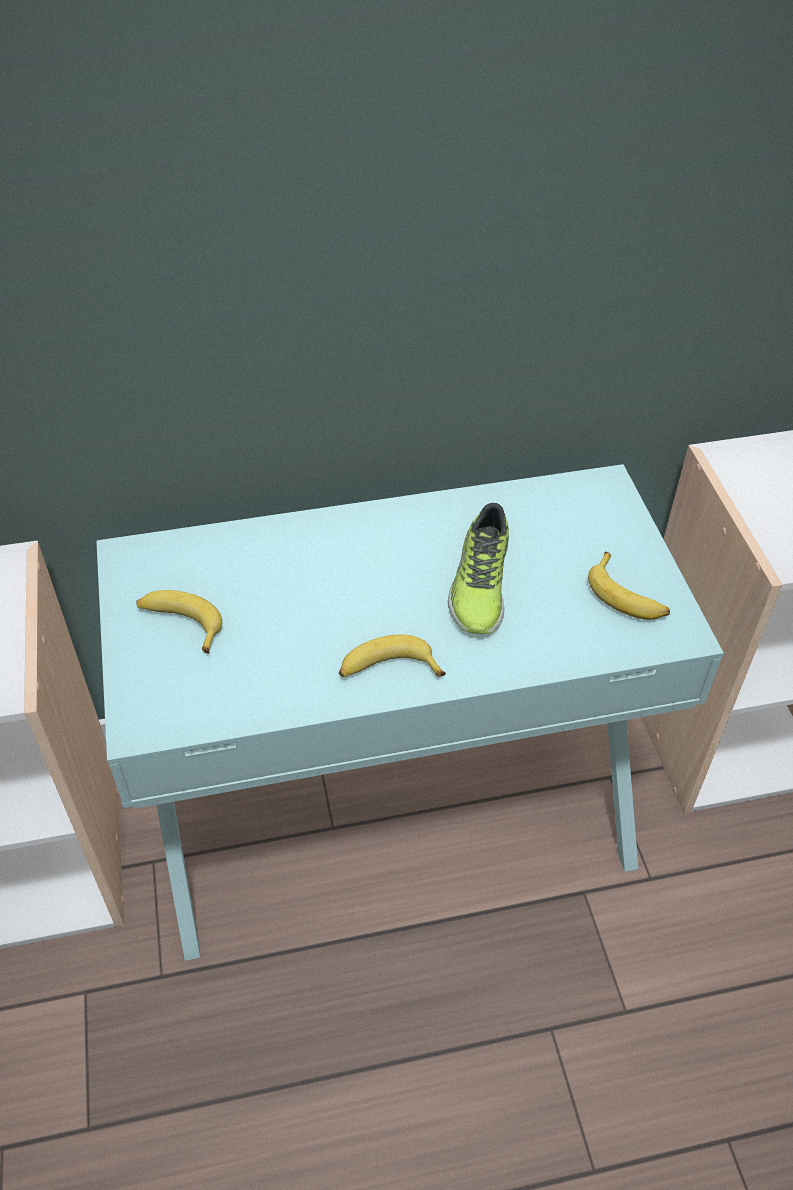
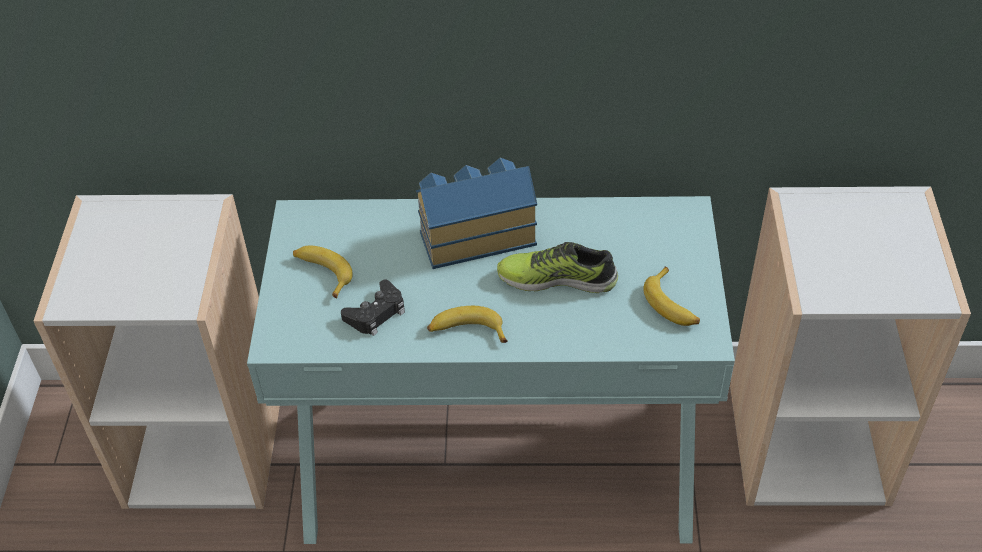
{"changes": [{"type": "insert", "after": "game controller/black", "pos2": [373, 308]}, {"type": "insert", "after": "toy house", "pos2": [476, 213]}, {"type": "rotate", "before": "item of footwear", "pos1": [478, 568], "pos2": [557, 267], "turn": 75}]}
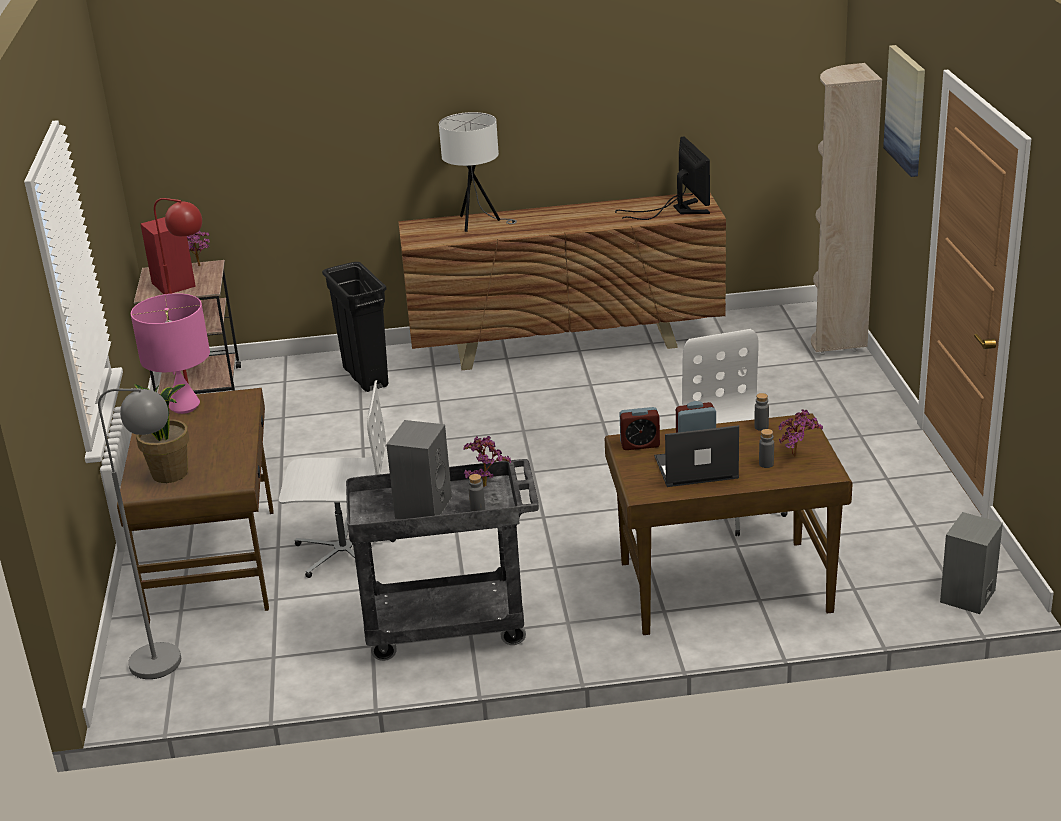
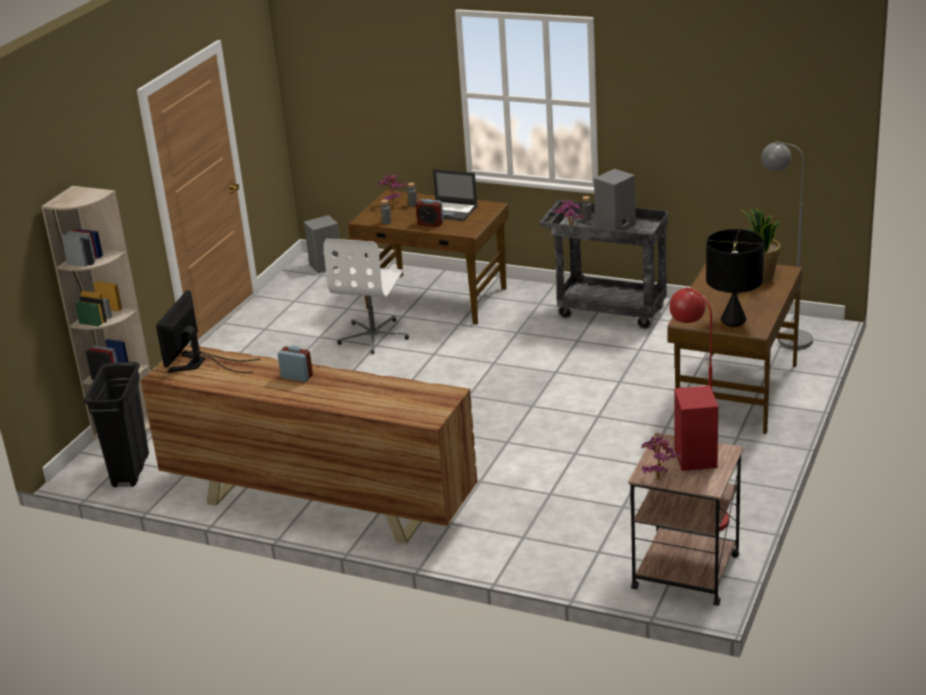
{"changes": [{"type": "move", "before": "rubbish bin/black", "pos1": [355, 327], "pos2": [116, 424]}, {"type": "move", "before": "bedside clock", "pos1": [639, 428], "pos2": [295, 364]}, {"type": "recolor", "before": "lamp for a table/pink", "after": "lamp for a table/black", "pos1": [170, 353], "pos2": [735, 278]}, {"type": "delete", "before": "computer chair/white", "pos1": [337, 479]}, {"type": "delete", "before": "lamp for a table/white", "pos1": [478, 172]}, {"type": "delete", "before": "wall picture", "pos1": [904, 111]}]}
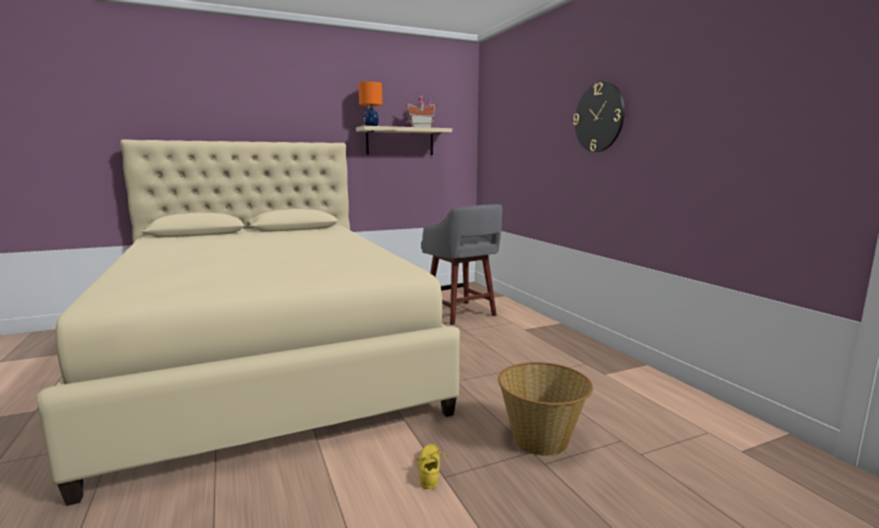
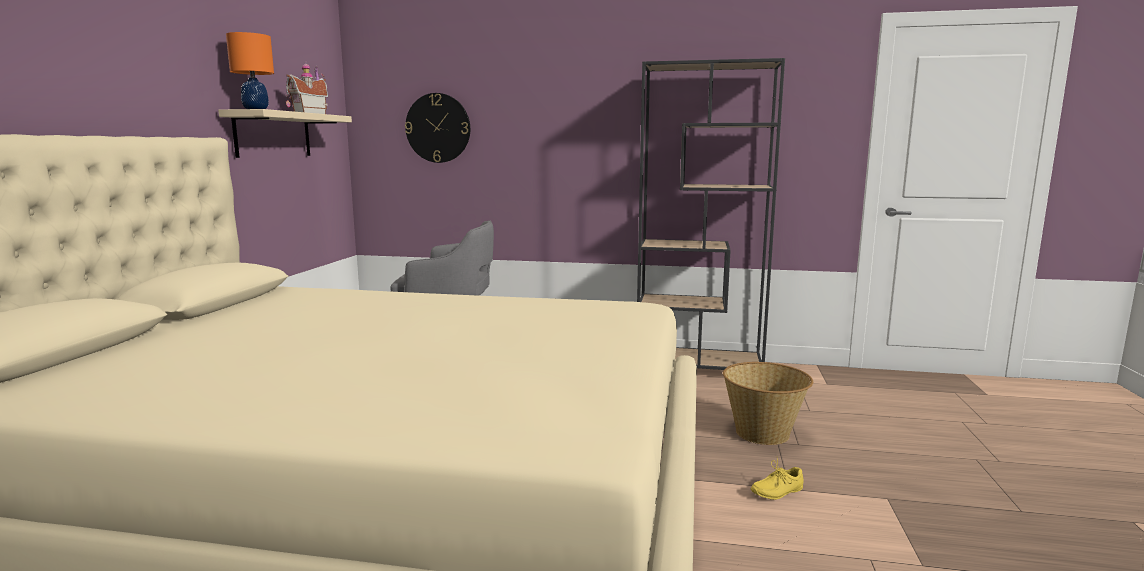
{"changes": [{"type": "move", "before": "wall clock", "pos1": [599, 117], "pos2": [437, 128]}, {"type": "insert", "after": "bookcase", "pos2": [711, 214]}, {"type": "rotate", "before": "item of footwear/yellow", "pos1": [432, 466], "pos2": [776, 479], "turn": -60}]}
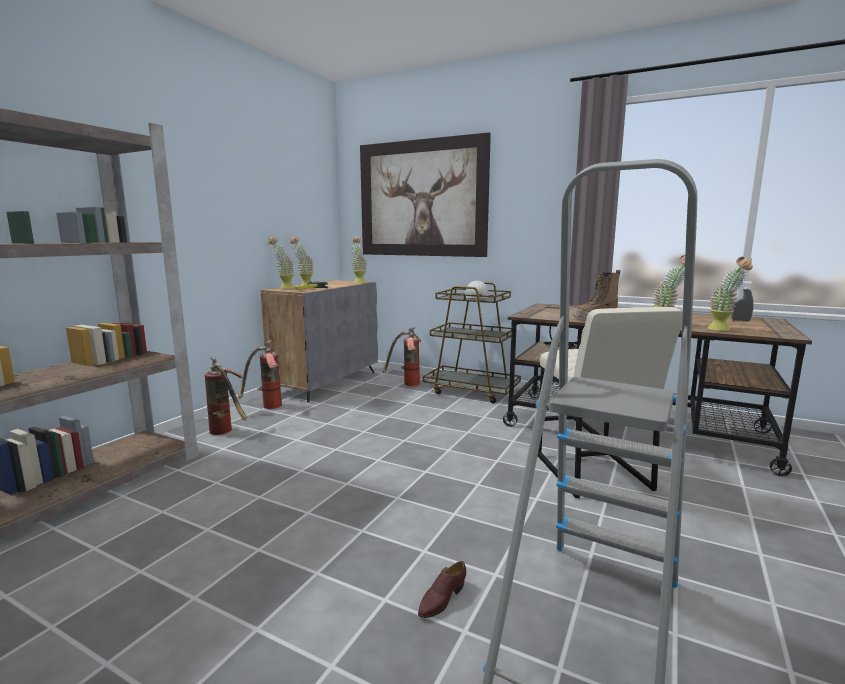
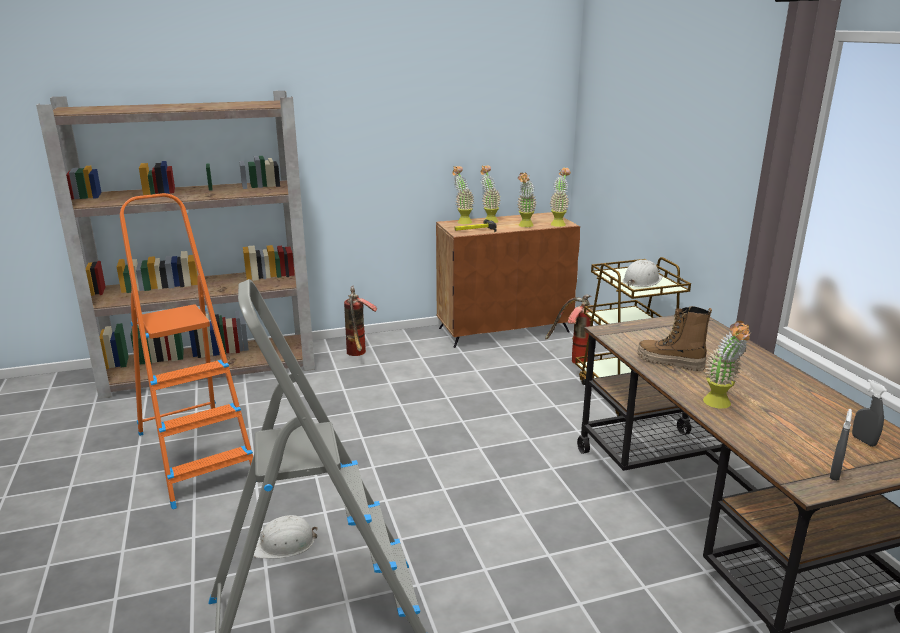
{"changes": [{"type": "insert", "after": "step ladder/orangey", "pos2": [188, 351]}, {"type": "replace", "before": "item of footwear/brown-coloured", "after": "safety helmet/white", "pos1": [442, 589], "pos2": [286, 537]}, {"type": "recolor", "before": "storage cabinet/grey", "after": "storage cabinet/brown-coloured", "pos1": [319, 341], "pos2": [508, 280]}, {"type": "move", "before": "houseplant", "pos1": [730, 294], "pos2": [527, 199]}, {"type": "insert", "after": "hand sprayer/grey", "pos2": [841, 445]}, {"type": "delete", "before": "extinguisher", "pos1": [260, 375]}, {"type": "delete", "before": "wall picture", "pos1": [425, 194]}, {"type": "delete", "before": "chair/beige", "pos1": [610, 402]}]}
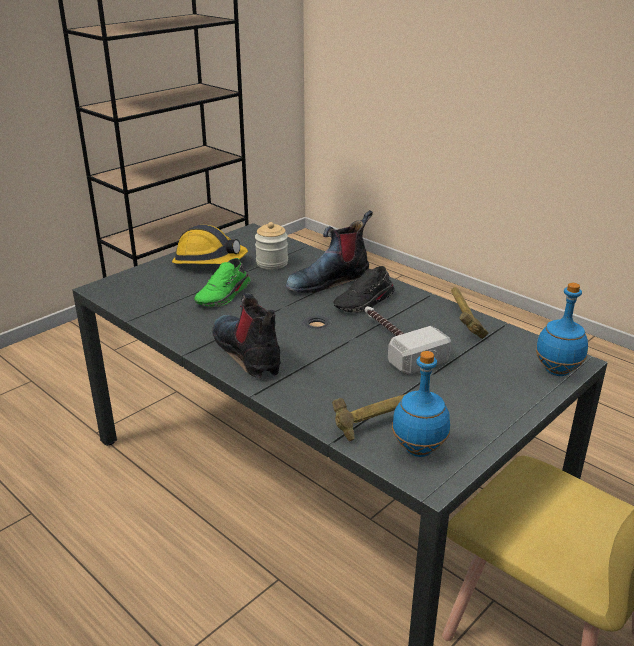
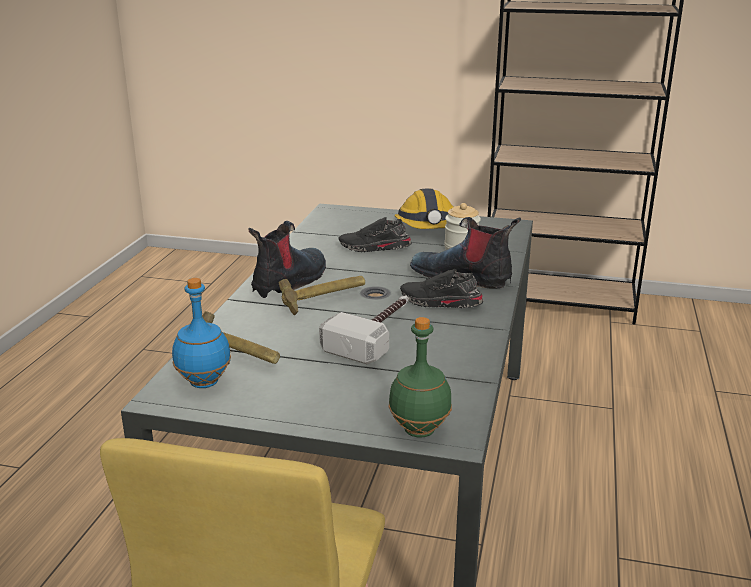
{"changes": [{"type": "move", "before": "tool hammer", "pos1": [470, 313], "pos2": [322, 295]}, {"type": "recolor", "before": "item of footwear/green-coloured", "after": "item of footwear/black", "pos1": [222, 282], "pos2": [375, 234]}, {"type": "recolor", "before": "beverage bottle/blue-coloured", "after": "beverage bottle/green-coloured", "pos1": [562, 329], "pos2": [420, 377]}]}
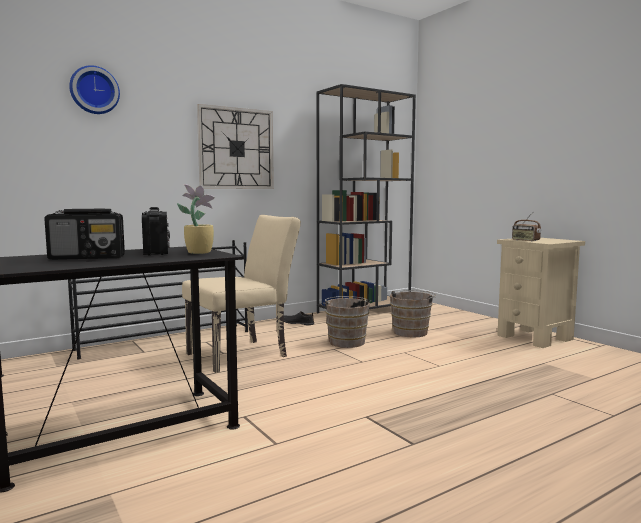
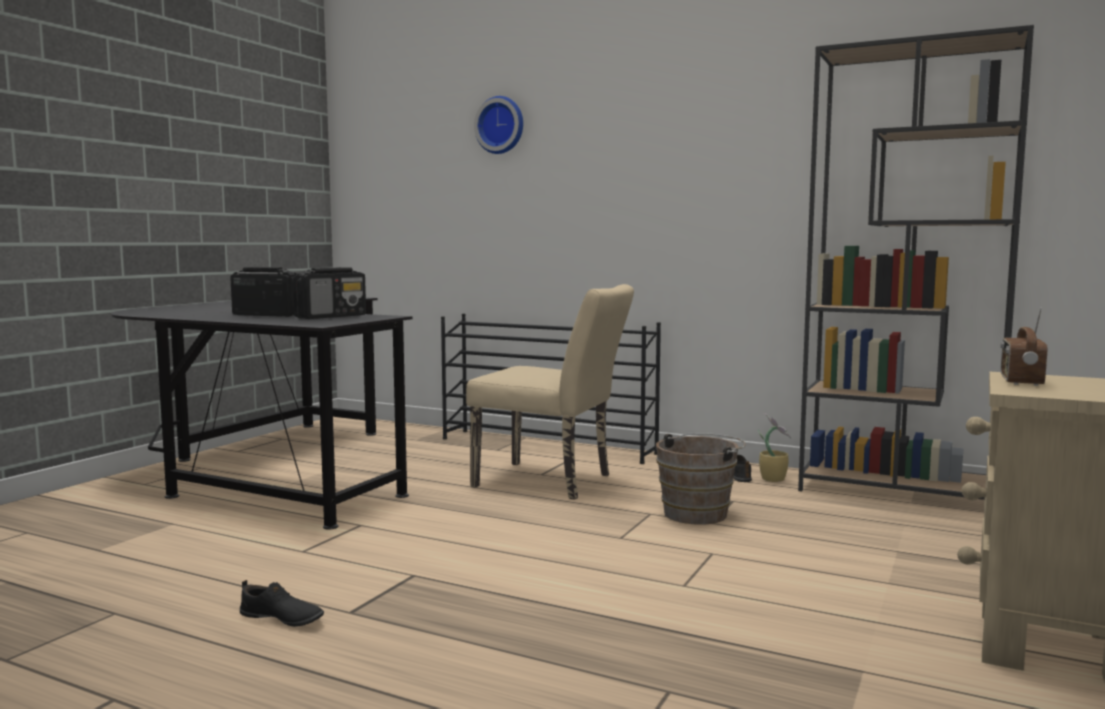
{"changes": [{"type": "rotate", "before": "radio", "pos1": [84, 234], "pos2": [264, 292], "turn": 150}, {"type": "insert", "after": "item of footwear/black", "pos2": [282, 603]}, {"type": "move", "before": "houseplant", "pos1": [196, 219], "pos2": [774, 447]}, {"type": "delete", "before": "wall clock", "pos1": [235, 146]}, {"type": "delete", "before": "bucket/brown-coloured", "pos1": [413, 313]}]}
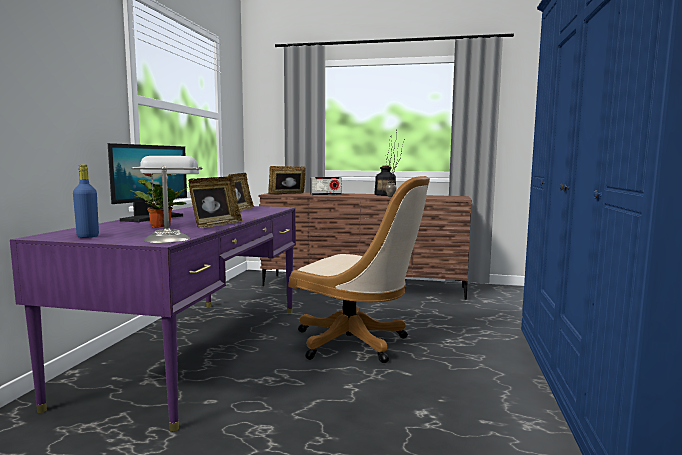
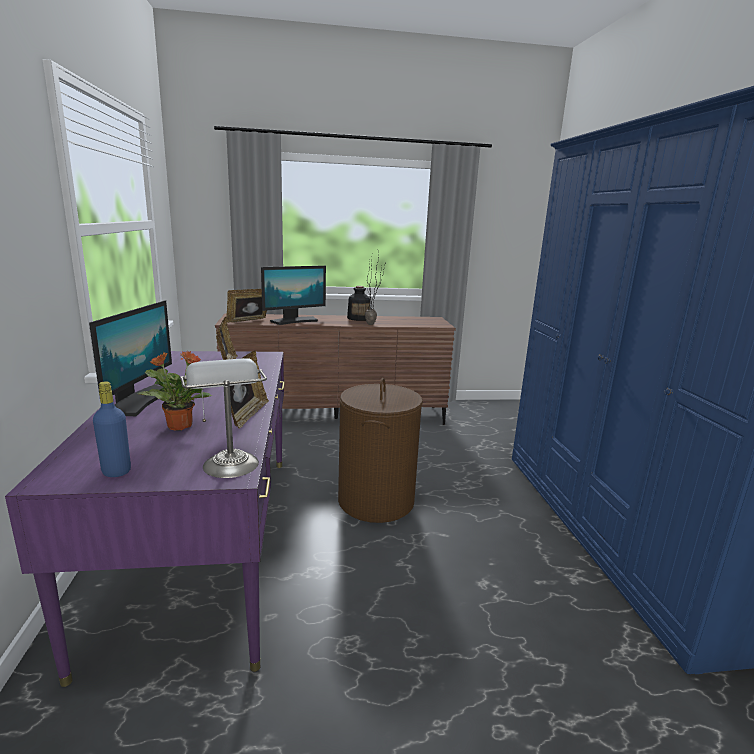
{"changes": [{"type": "replace", "before": "radio", "after": "monitor", "pos1": [326, 186], "pos2": [293, 295]}, {"type": "replace", "before": "computer chair", "after": "laundry basket/brown-coloured", "pos1": [359, 269], "pos2": [380, 450]}]}
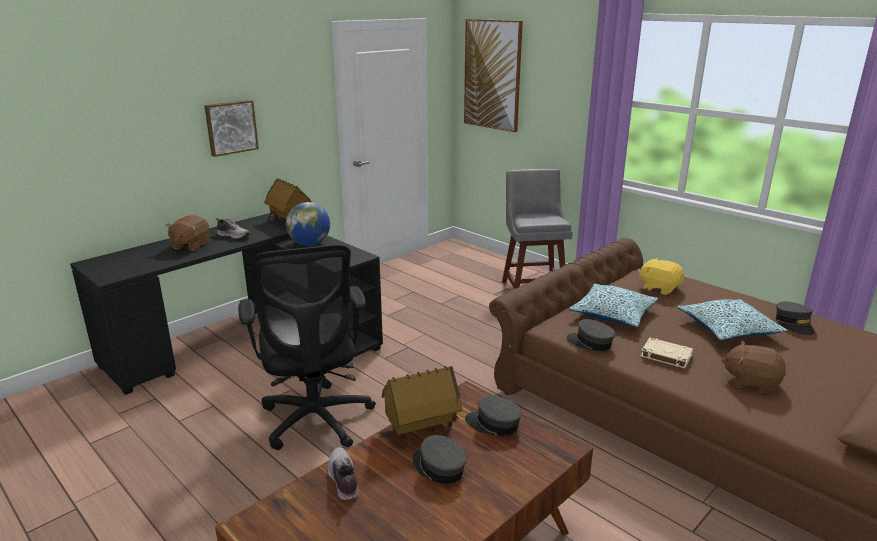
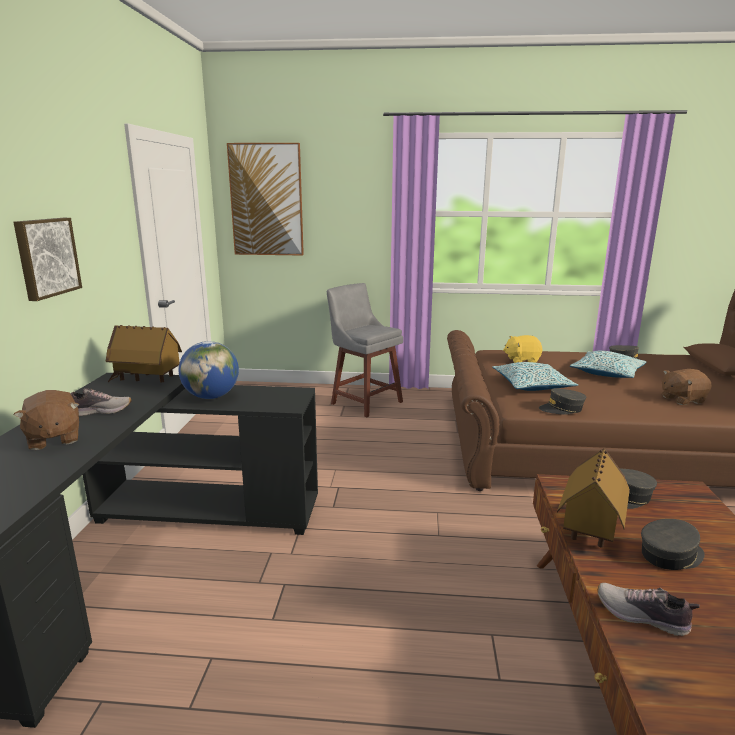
{"changes": [{"type": "rotate", "before": "peaked cap/grey", "pos1": [440, 459], "pos2": [673, 544], "turn": 150}, {"type": "delete", "before": "computer chair/black", "pos1": [307, 347]}, {"type": "delete", "before": "book/beige", "pos1": [667, 352]}]}
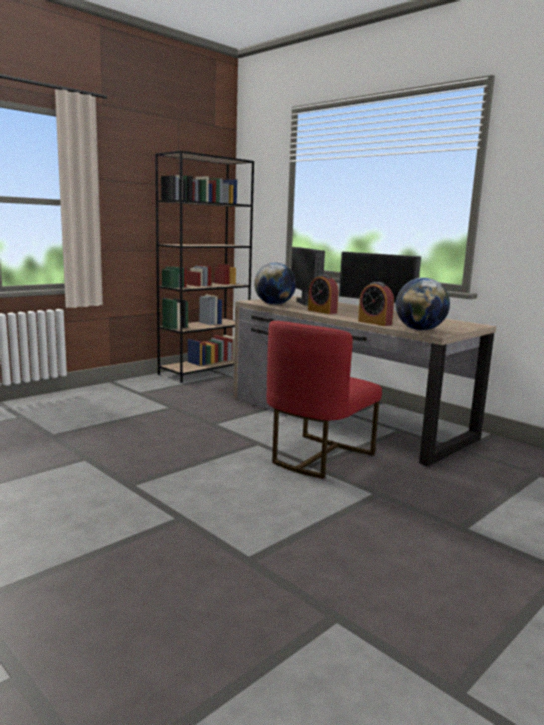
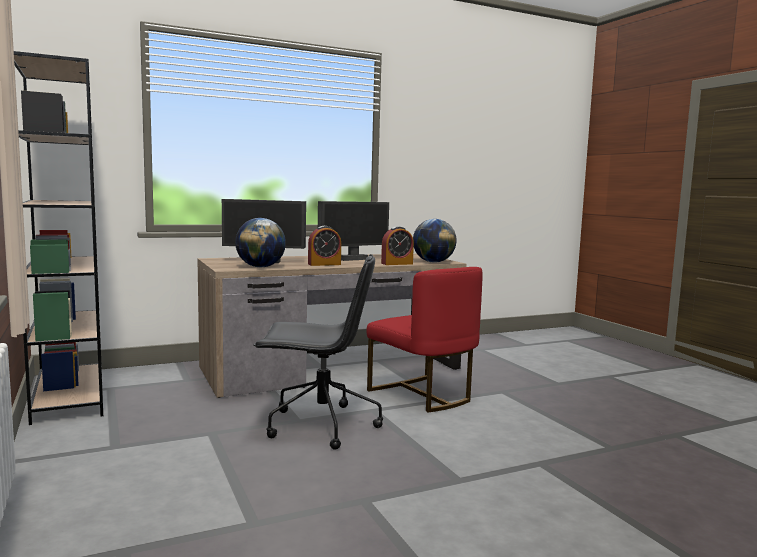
{"changes": [{"type": "insert", "after": "computer chair/black", "pos2": [318, 352]}]}
